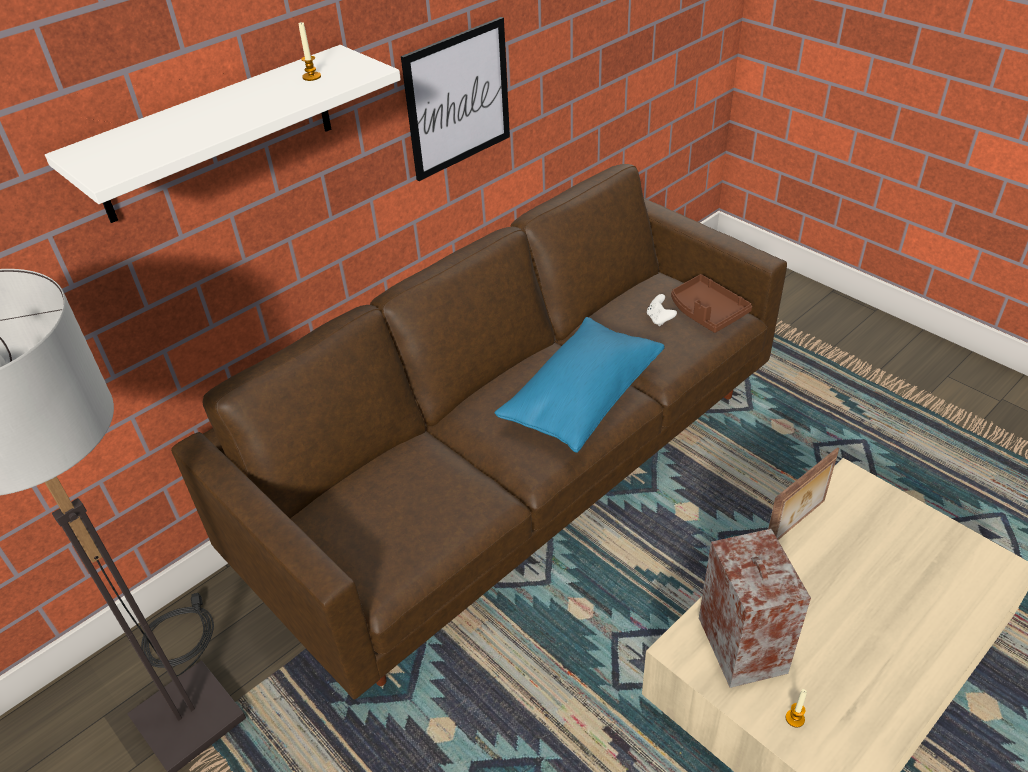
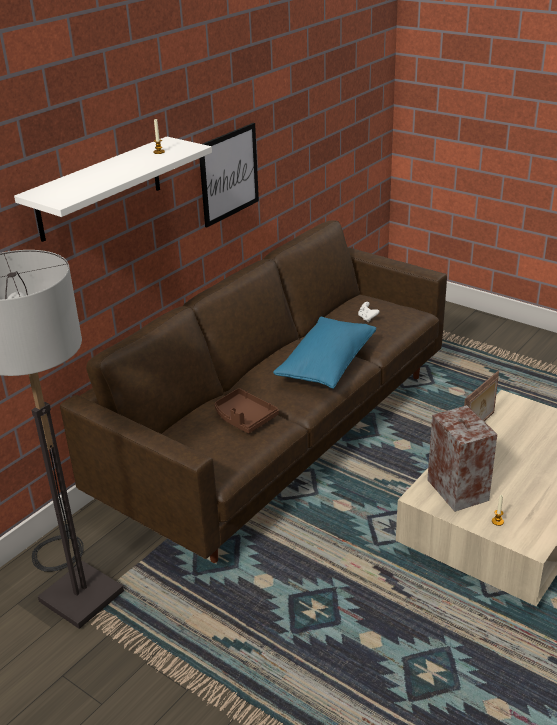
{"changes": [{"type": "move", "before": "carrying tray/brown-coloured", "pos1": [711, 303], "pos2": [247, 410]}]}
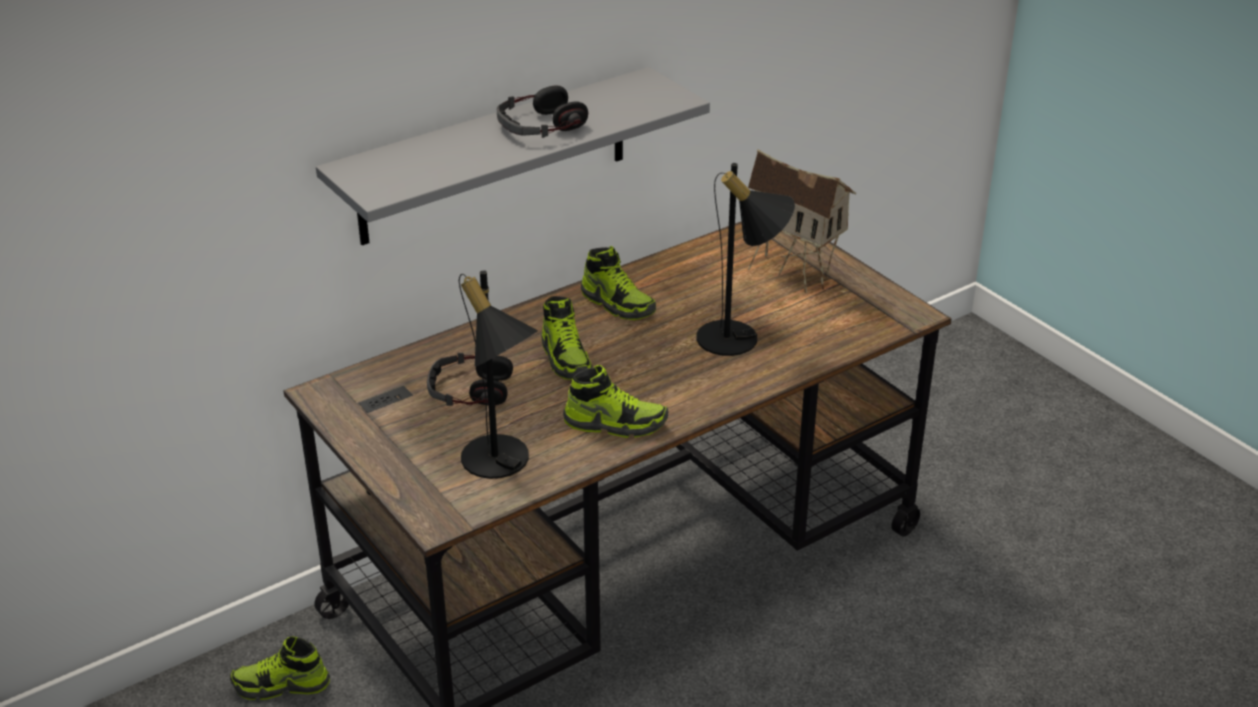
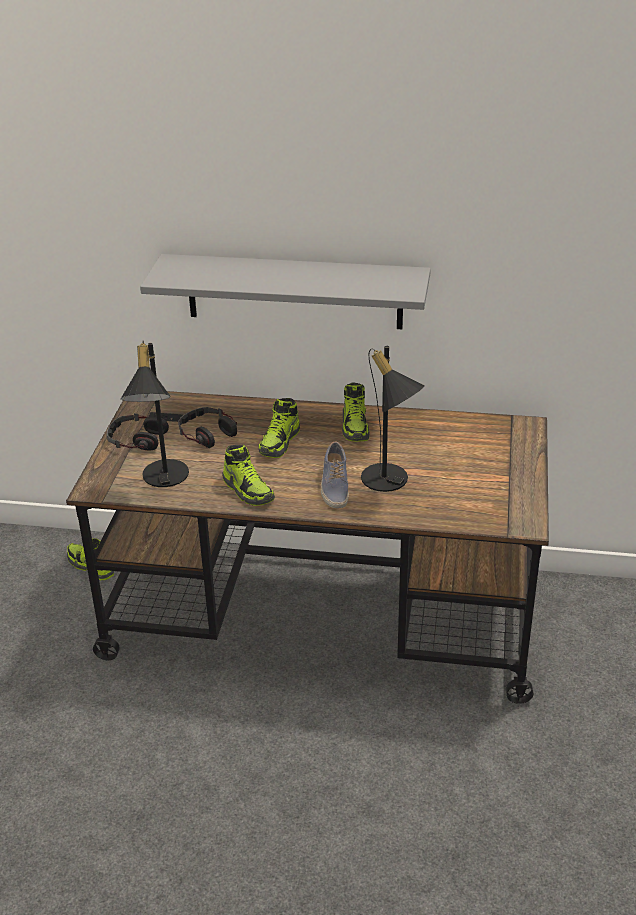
{"changes": [{"type": "move", "before": "headset", "pos1": [542, 111], "pos2": [137, 432]}, {"type": "insert", "after": "item of footwear", "pos2": [335, 474]}, {"type": "delete", "before": "toy house", "pos1": [802, 221]}]}
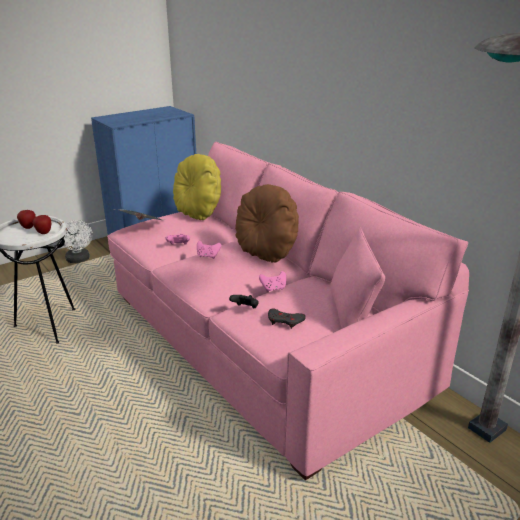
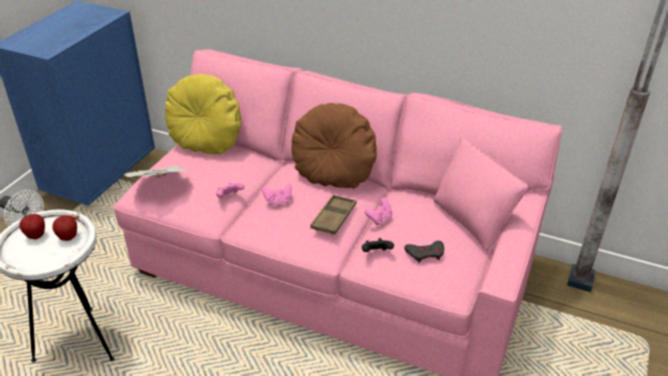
{"changes": [{"type": "insert", "after": "carrying tray/brown-coloured", "pos2": [333, 215]}]}
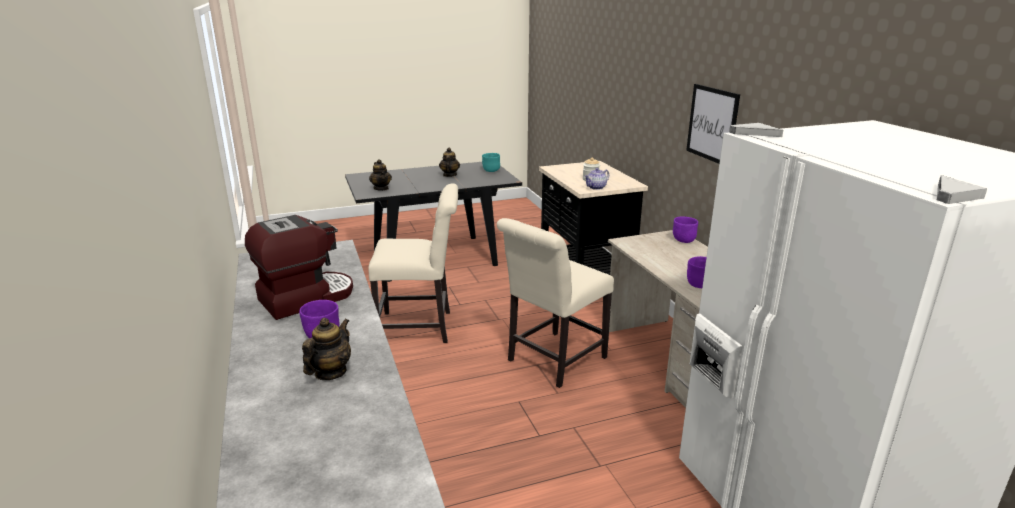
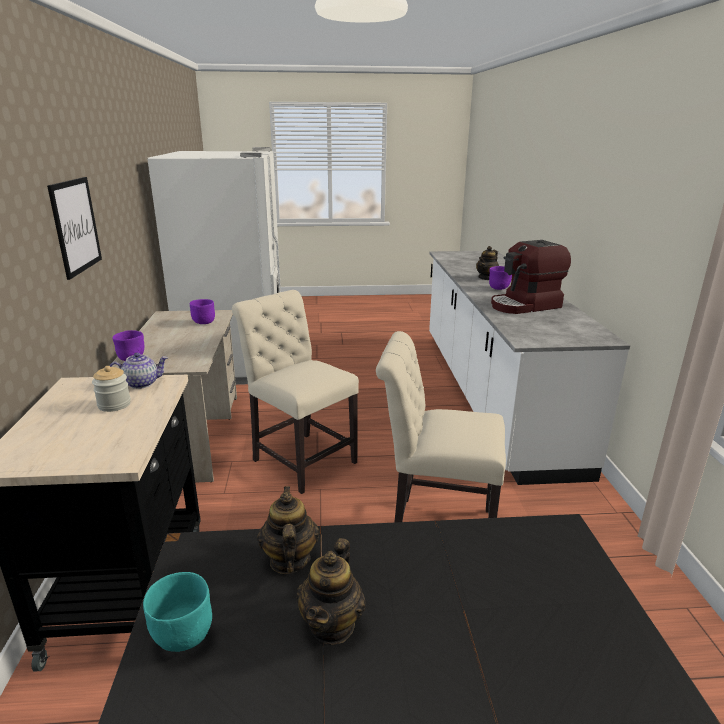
{"changes": [{"type": "rotate", "before": "chair/beige", "pos1": [555, 303], "pos2": [295, 392], "turn": -105}, {"type": "move", "before": "pot for tea", "pos1": [380, 175], "pos2": [288, 530]}]}
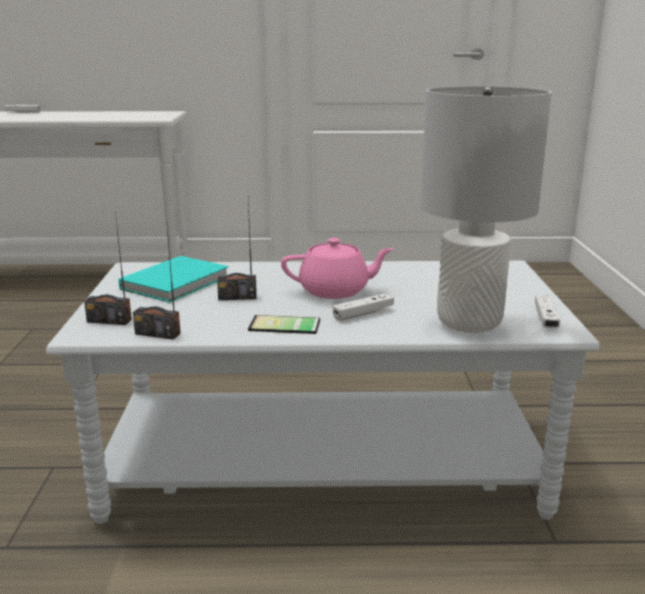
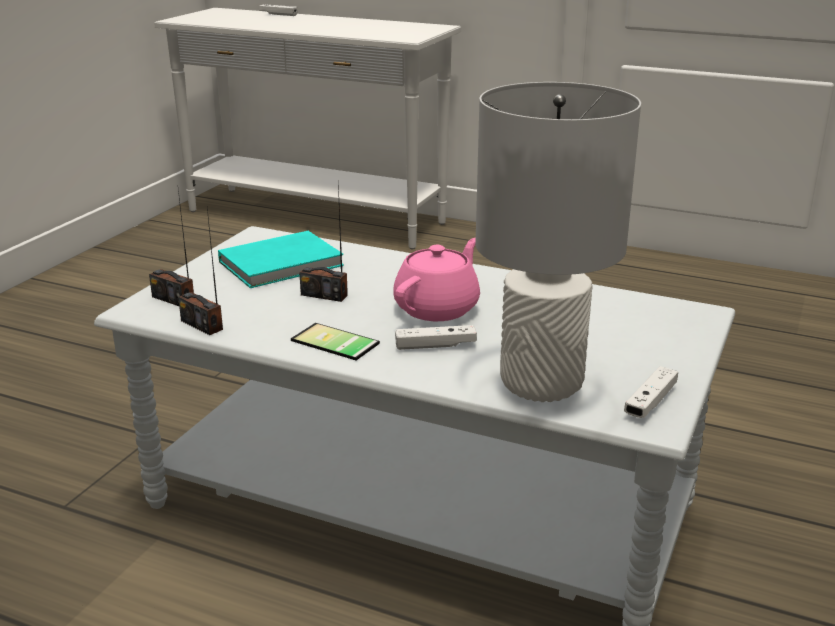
{"changes": [{"type": "rotate", "before": "pot for tea/pink", "pos1": [337, 268], "pos2": [436, 279], "turn": -75}]}
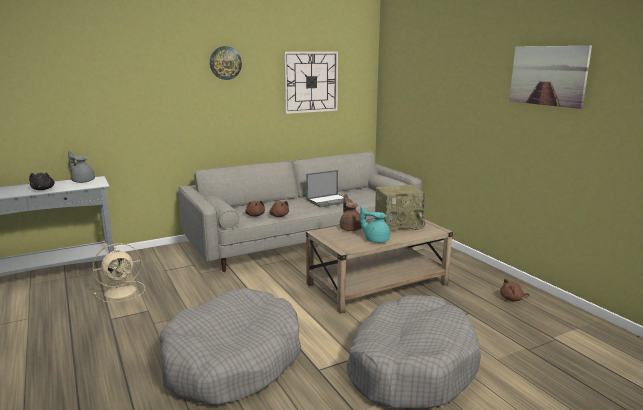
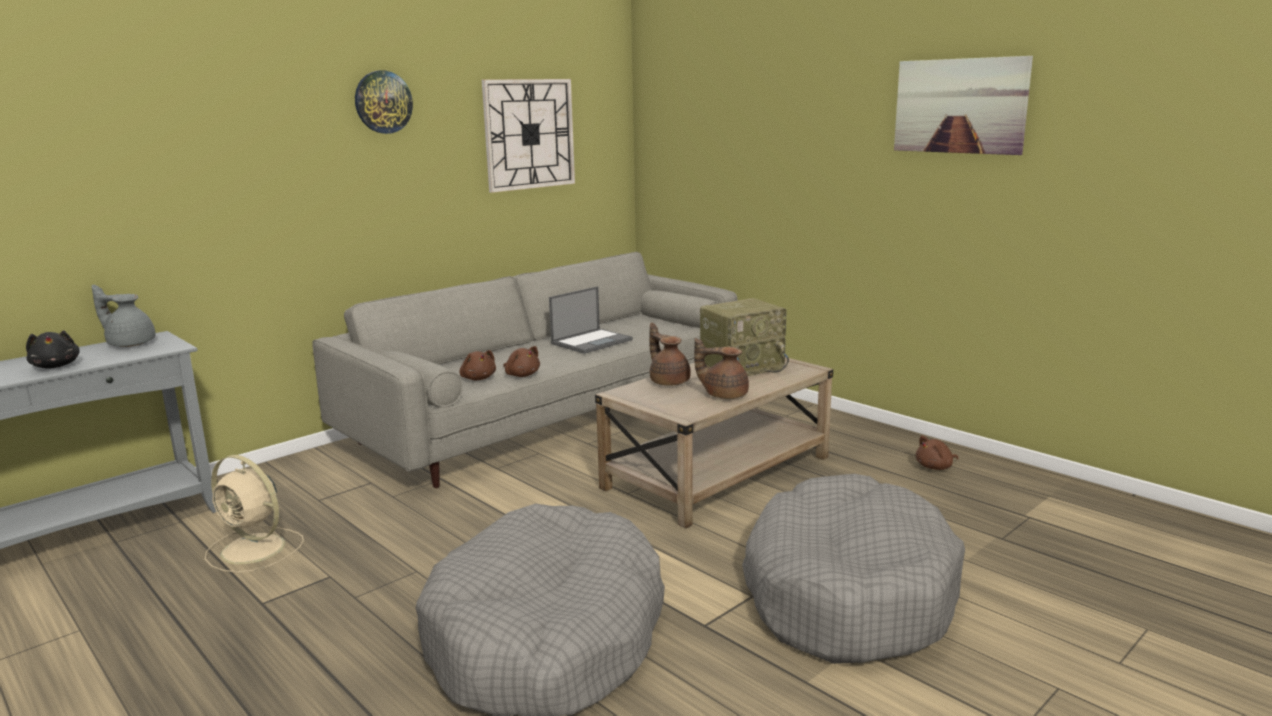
{"changes": [{"type": "rotate", "before": "fan/beige", "pos1": [118, 272], "pos2": [254, 514], "turn": 75}, {"type": "recolor", "before": "pot for tea/turquoise", "after": "pot for tea/brown-coloured", "pos1": [375, 224], "pos2": [721, 368]}]}
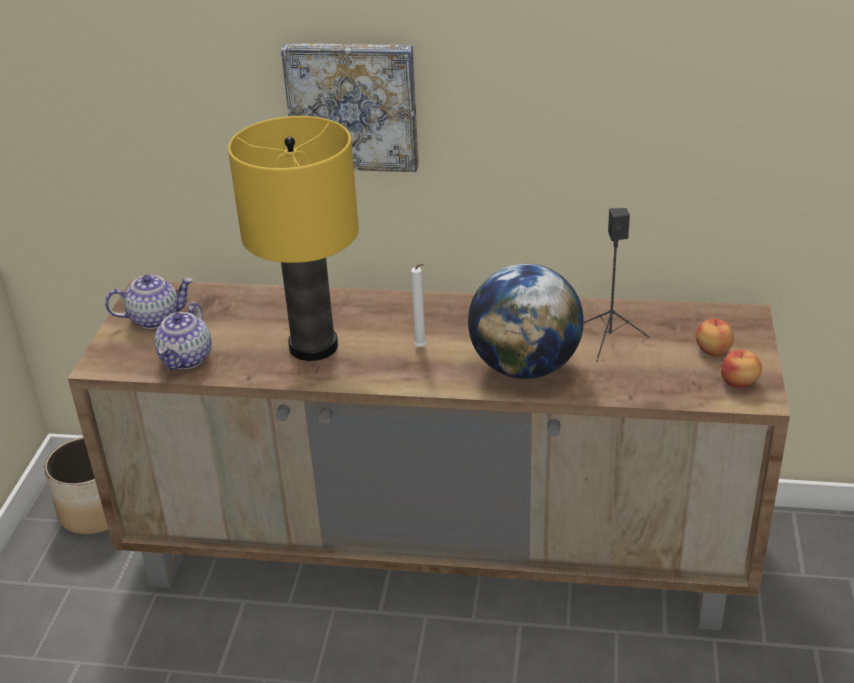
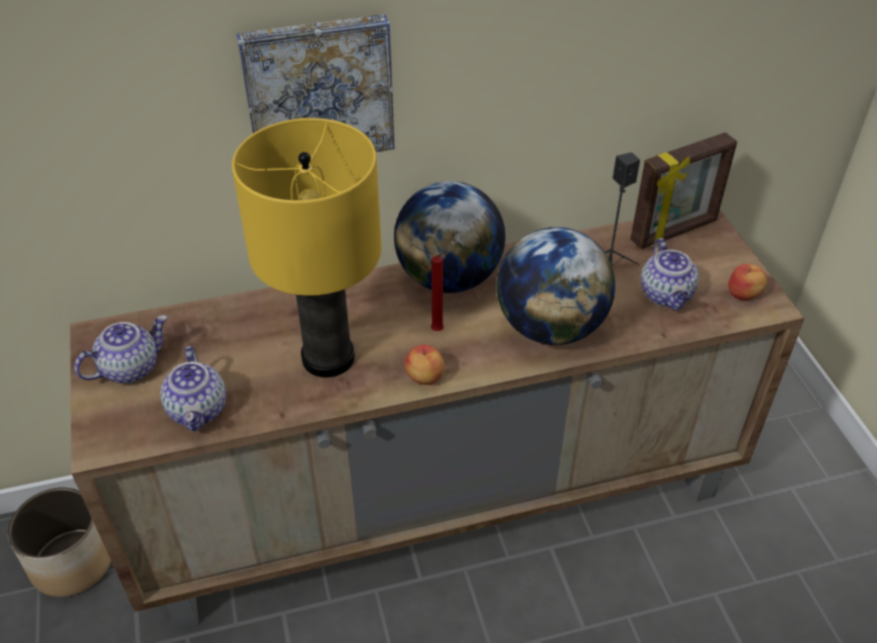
{"changes": [{"type": "insert", "after": "desk globe", "pos2": [449, 237]}, {"type": "move", "before": "apple fruit", "pos1": [715, 338], "pos2": [425, 365]}, {"type": "recolor", "before": "wax light/white", "after": "wax light/reddish", "pos1": [419, 306], "pos2": [439, 292]}, {"type": "insert", "after": "photo frame", "pos2": [683, 190]}, {"type": "insert", "after": "pot for tea", "pos2": [670, 274]}]}
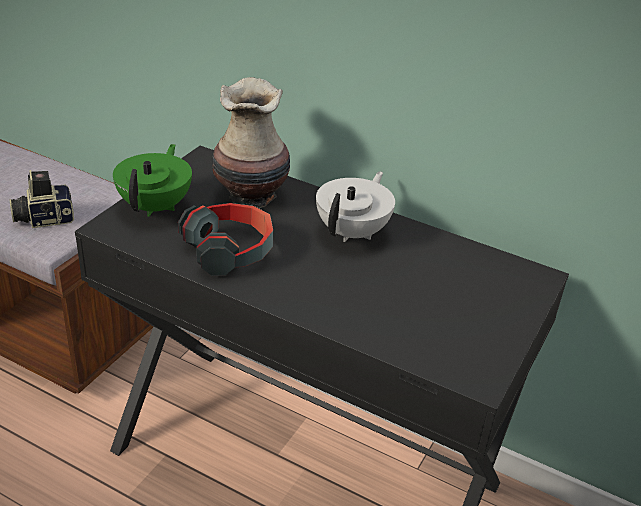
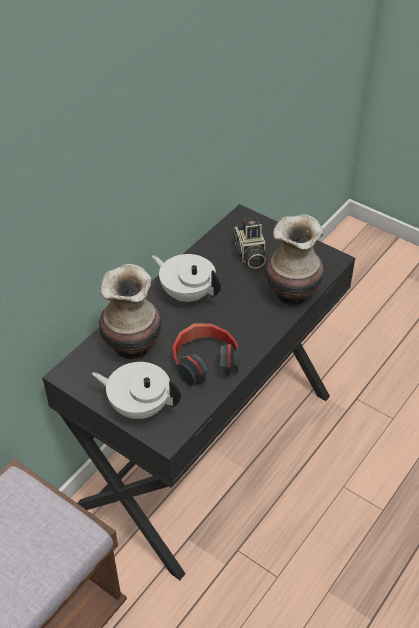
{"changes": [{"type": "recolor", "before": "pot for tea/green-coloured", "after": "pot for tea/white", "pos1": [152, 180], "pos2": [136, 390]}, {"type": "move", "before": "photo camera", "pos1": [42, 199], "pos2": [249, 243]}, {"type": "insert", "after": "vase", "pos2": [294, 260]}]}
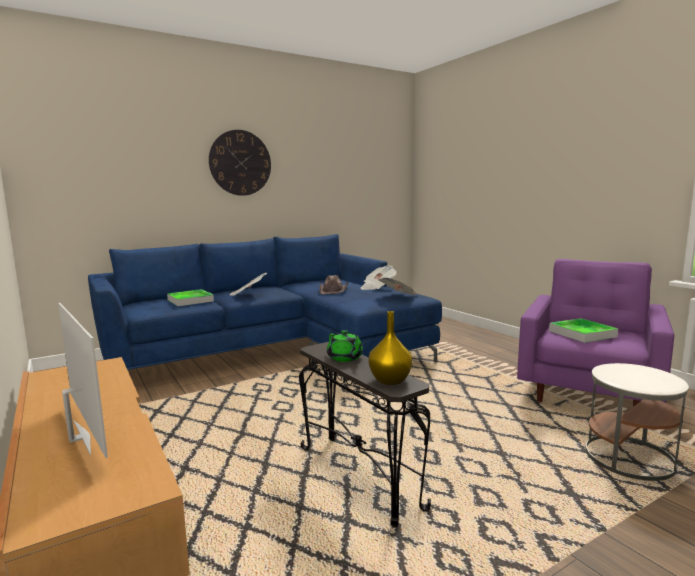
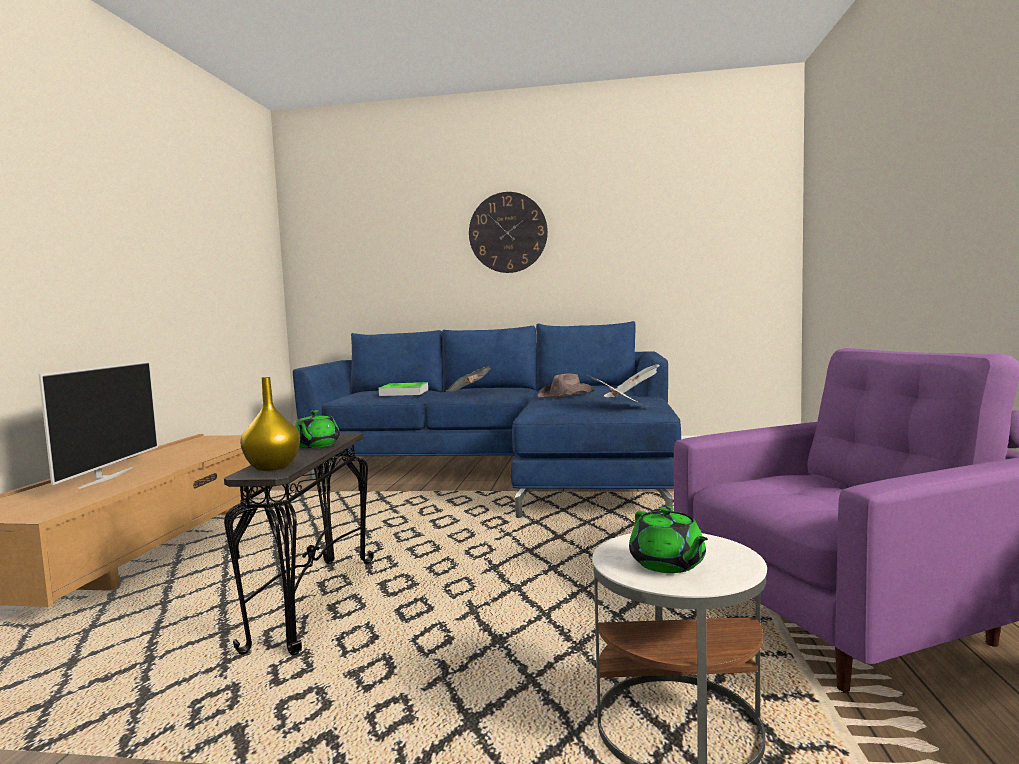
{"changes": [{"type": "insert", "after": "pot for tea/green-coloured", "pos2": [668, 539]}, {"type": "delete", "before": "carrying tray", "pos1": [583, 330]}]}
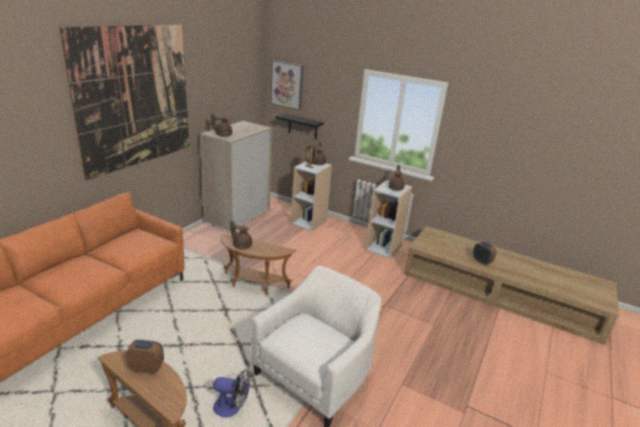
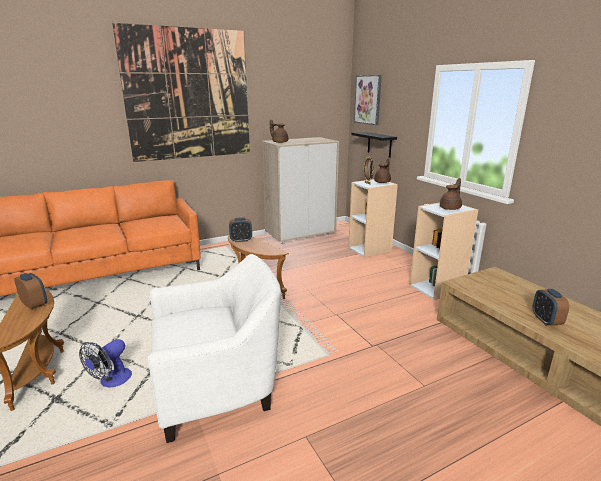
{"changes": [{"type": "rotate", "before": "fan", "pos1": [231, 393], "pos2": [105, 363], "turn": 75}, {"type": "replace", "before": "pot for tea/brown-coloured", "after": "bedside clock", "pos1": [241, 234], "pos2": [240, 229]}]}
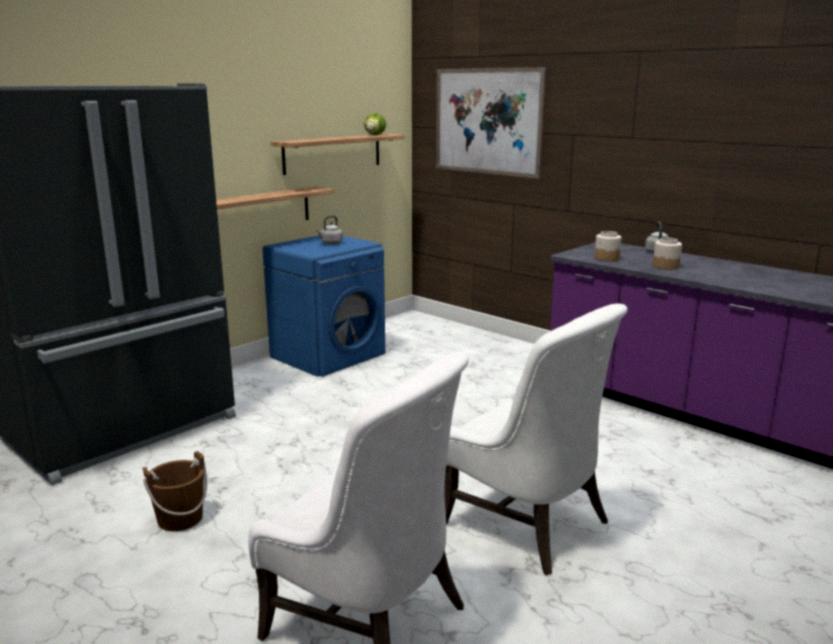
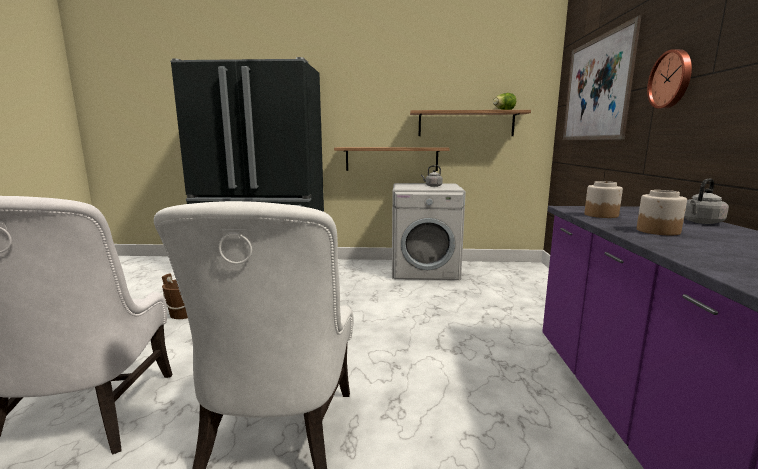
{"changes": [{"type": "recolor", "before": "laundry appliance/blue-coloured", "after": "laundry appliance/white", "pos1": [324, 306], "pos2": [429, 231]}, {"type": "insert", "after": "wall clock", "pos2": [669, 79]}]}
